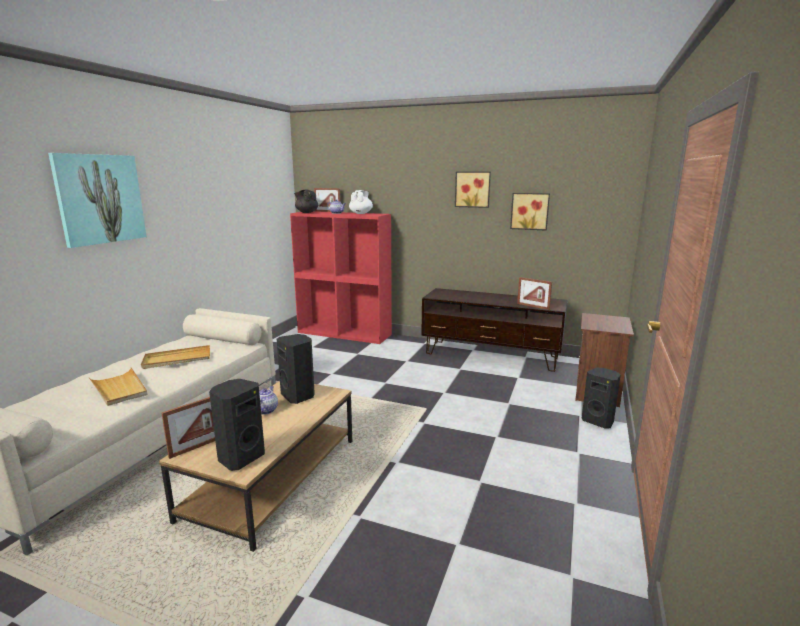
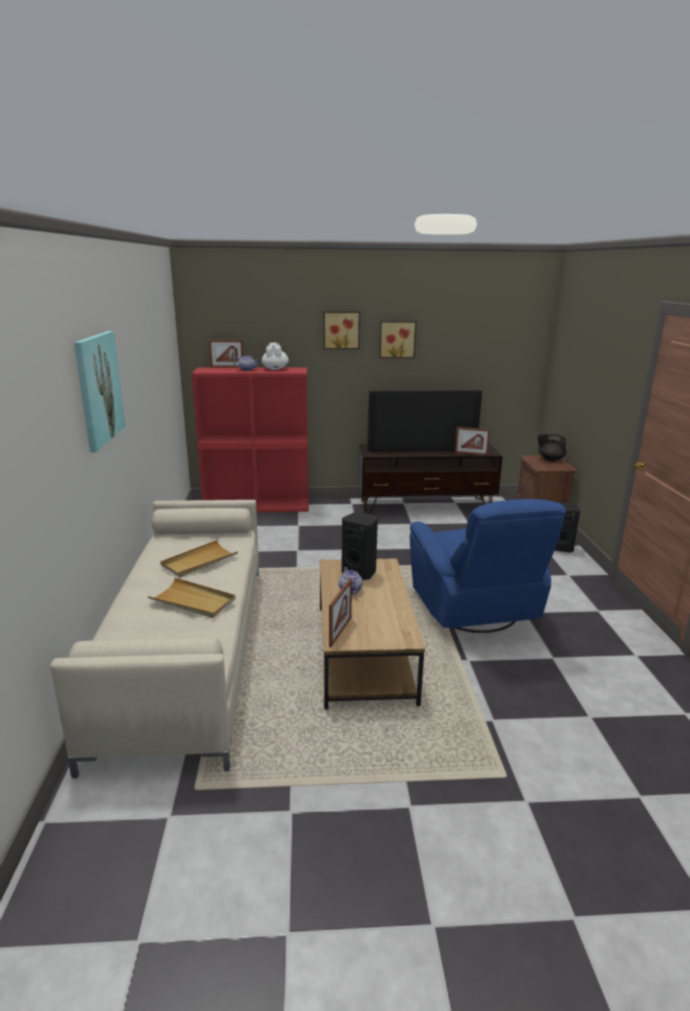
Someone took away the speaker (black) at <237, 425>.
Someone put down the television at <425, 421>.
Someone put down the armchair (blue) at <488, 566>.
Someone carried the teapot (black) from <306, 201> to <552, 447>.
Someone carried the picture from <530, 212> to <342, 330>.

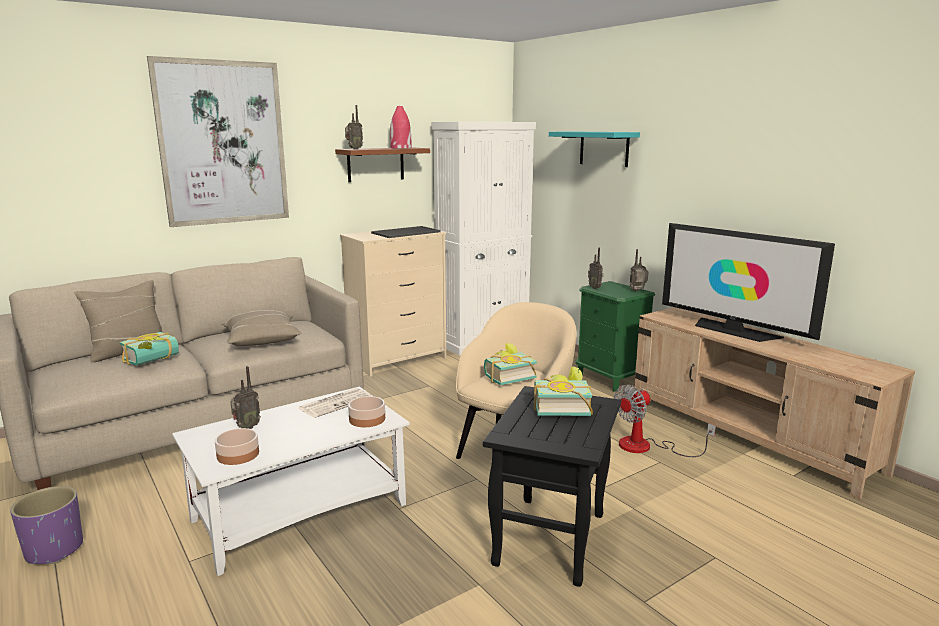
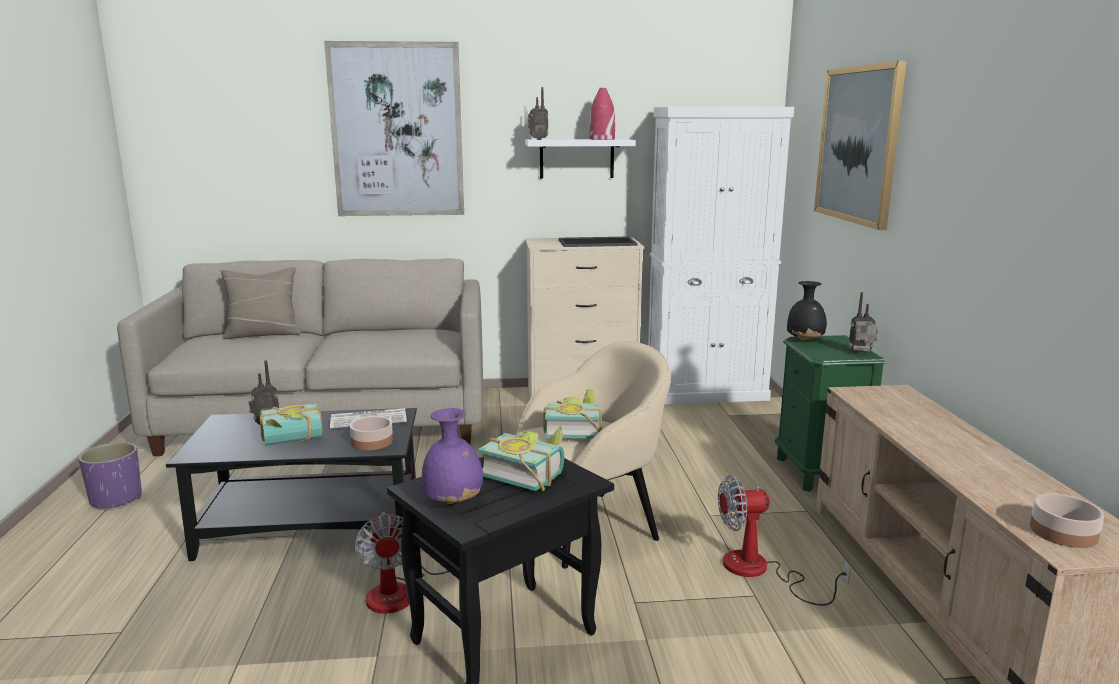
Someone took away the pillow (beige) at <262, 328>.
Someone took away the television at <748, 282>.
Someone put down the fan at <402, 563>.
Someone put down the vase (purple) at <452, 456>.
Someone carried the book from <149, 349> to <291, 424>.
Someone carried the bowl from <237, 446> to <1067, 521>.
Someone swapped the shelf (turquoise) at <594, 149> for the picture at <860, 145>.
Someone swapped the radio at <596, 268> for the vase (black) at <807, 311>.
Someone repainted the coffee table (white) at <291, 481>, which became the coffee table (black) at <291, 484>.
Someone repainted the shelf (brown) at <382, 164>, which became the shelf (white) at <580, 158>.

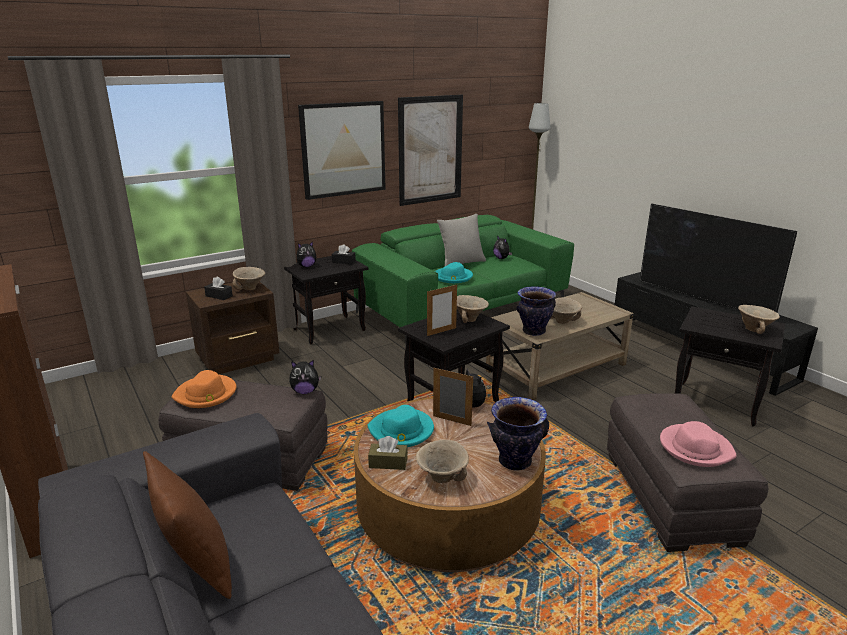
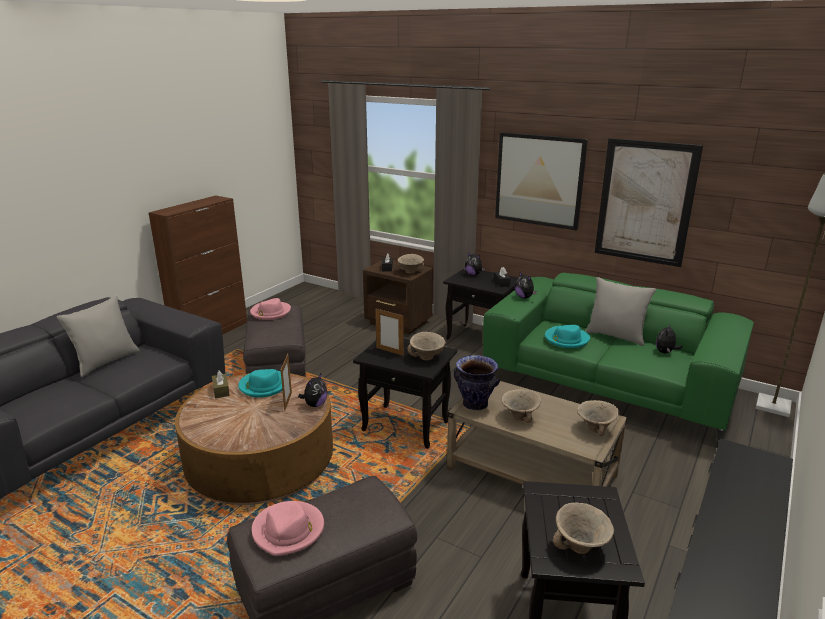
Someone took away the vase at <518, 434>.
Someone took away the television at <718, 258>.
Someone carried the plush toy from <305, 377> to <526, 285>.
Someone carried the bowl (beige) from <442, 461> to <598, 418>.
Someone repainted the pillow (brown) at <187, 525>, which became the pillow (grey) at <98, 336>.
Someone repainted the hat (orange) at <204, 389>, which became the hat (pink) at <270, 309>.

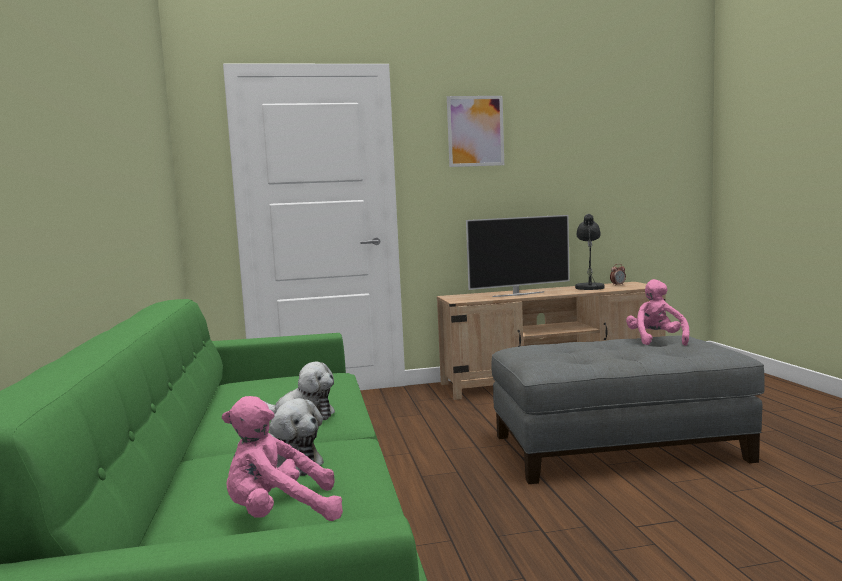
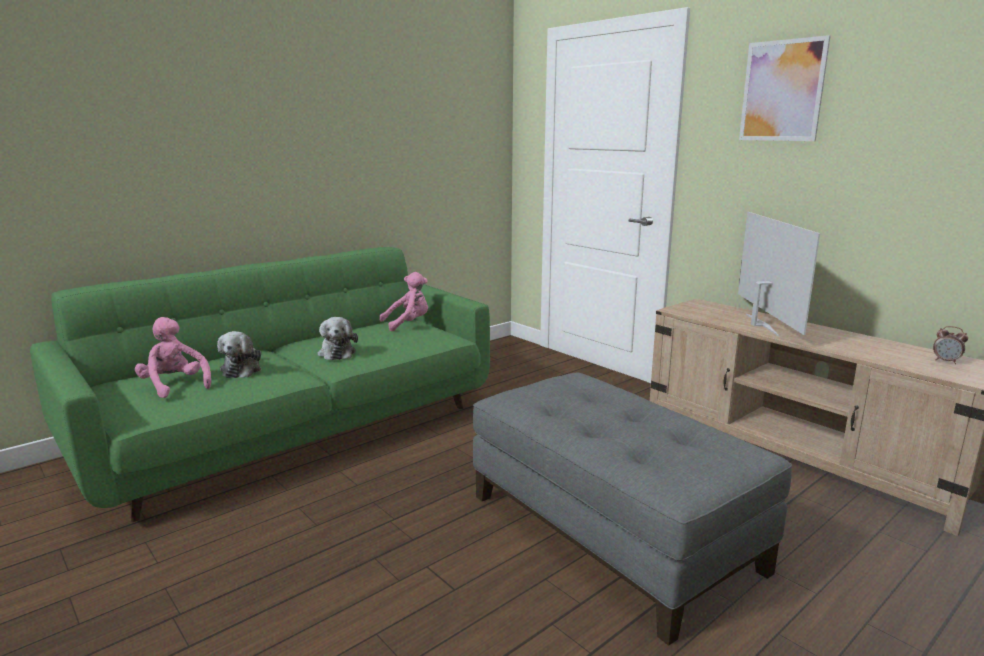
Someone took away the table lamp (grey) at <590, 252>.
Someone carried the plush toy (pink) from <657, 312> to <404, 301>.
Someone rotated the television at <518, 256> by 135 degrees counterclockwise.

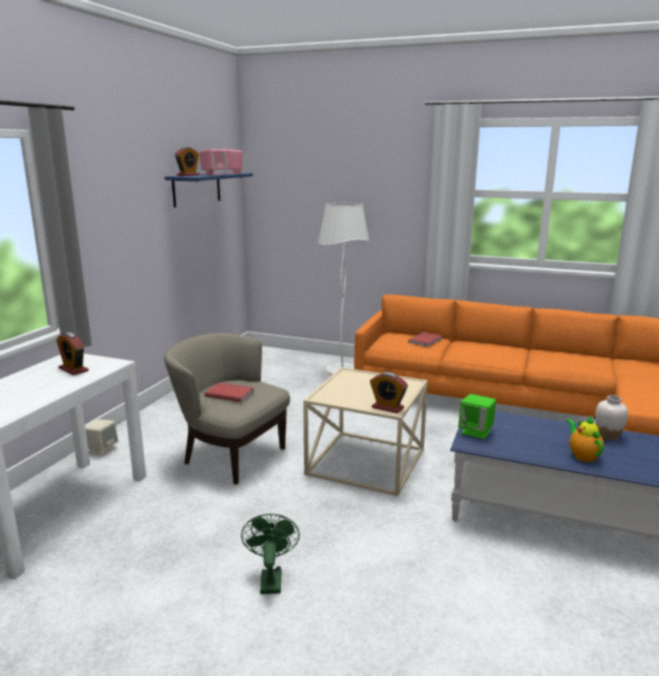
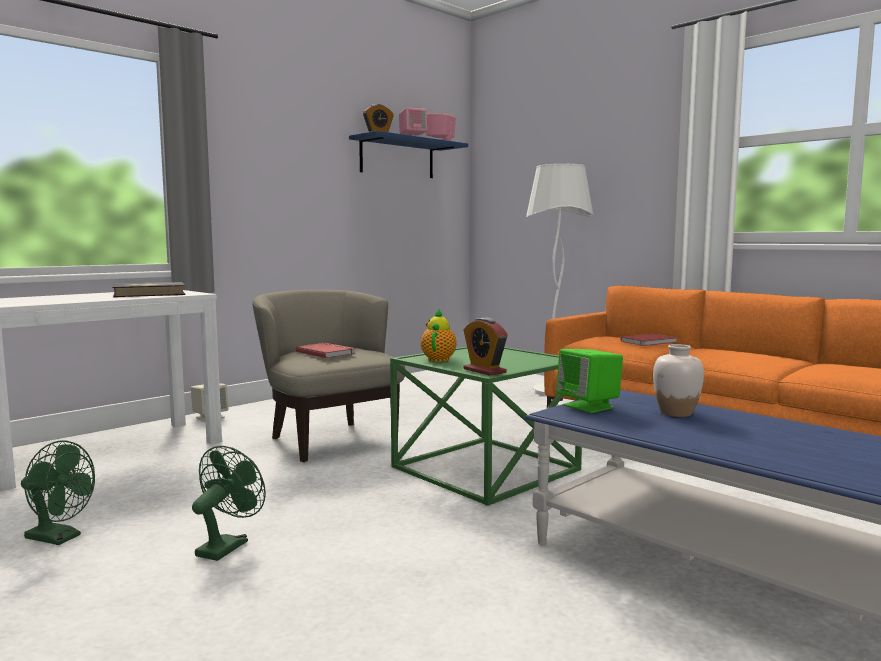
Someone put down the fan (green) at <58, 493>.
Someone carried the teapot from <585, 439> to <439, 335>.
Someone carried the vase (white) from <611, 417> to <678, 380>.
Someone swapped the alarm clock at <72, 353> for the book at <149, 289>.
Someone repainted the side table (beige) at <365, 431>, which became the side table (green) at <486, 426>.

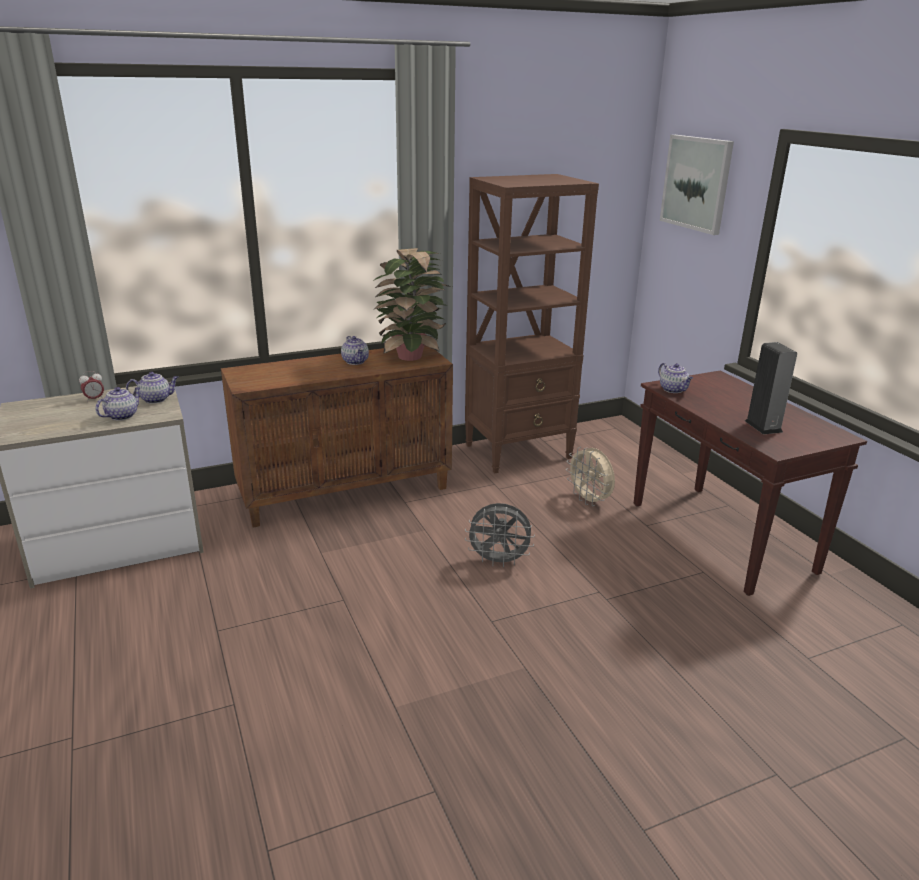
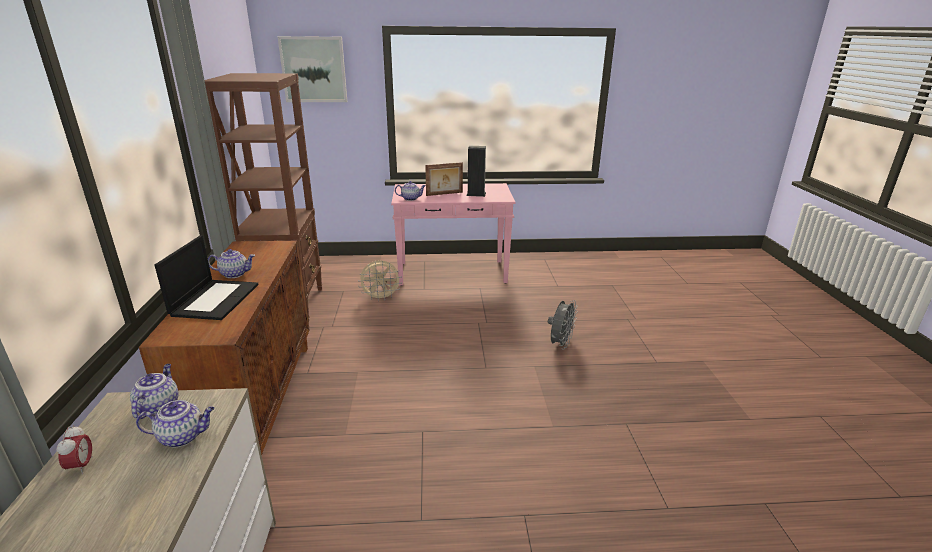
Someone took away the potted plant at <412, 304>.
Someone put down the laptop at <206, 278>.
Someone put down the picture frame at <444, 179>.
Someone carried the fan (grey) from <500, 535> to <563, 325>.
Someone repainted the console table (brown) at <750, 483>, which became the console table (pink) at <453, 234>.
Someone rotated the teapot at <118, 404> by 120 degrees clockwise.

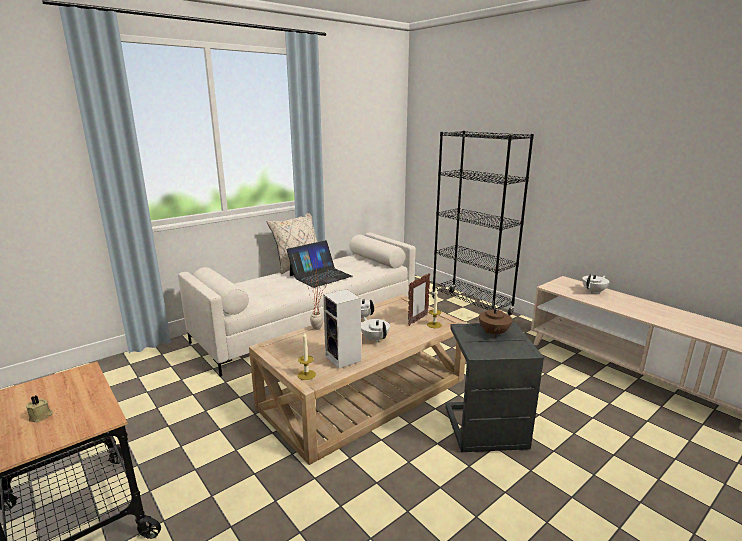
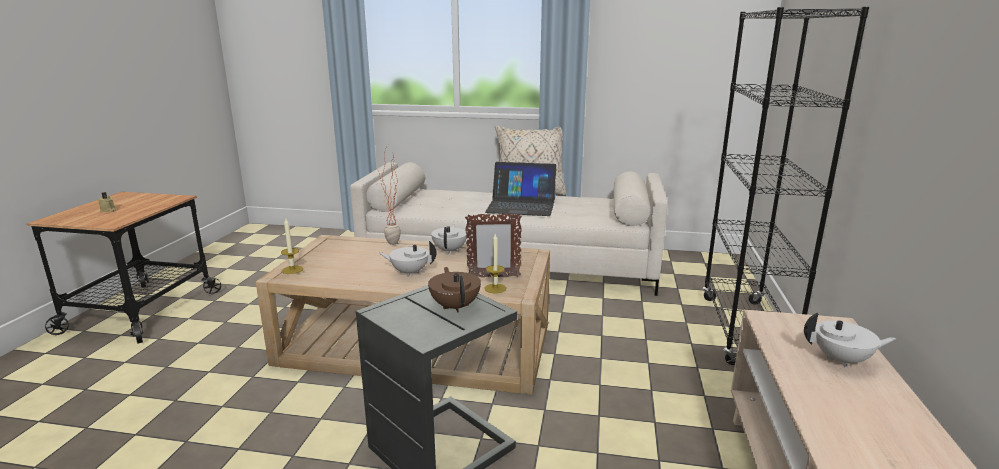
Someone took away the speaker at <342, 329>.
Someone rotated the teapot (white) at <375, 329> by 105 degrees counterclockwise.
Someone rotated the teapot (brown) at <496, 318> by 105 degrees clockwise.

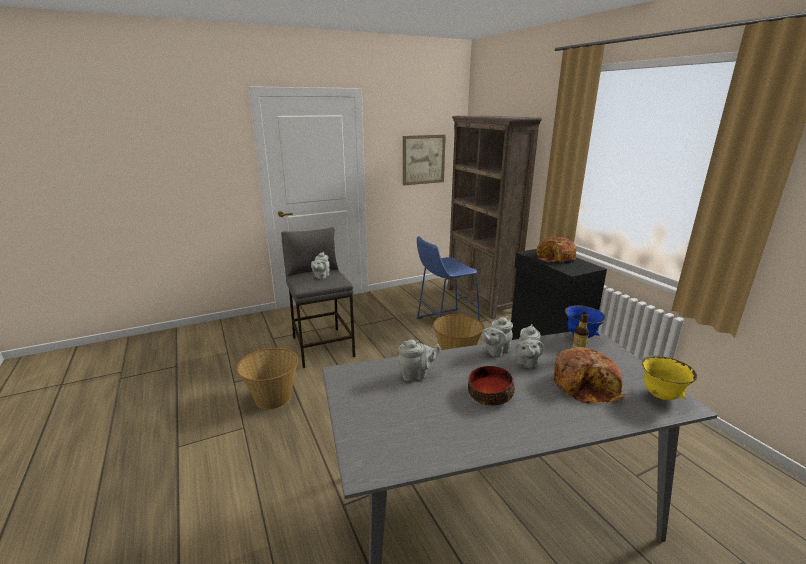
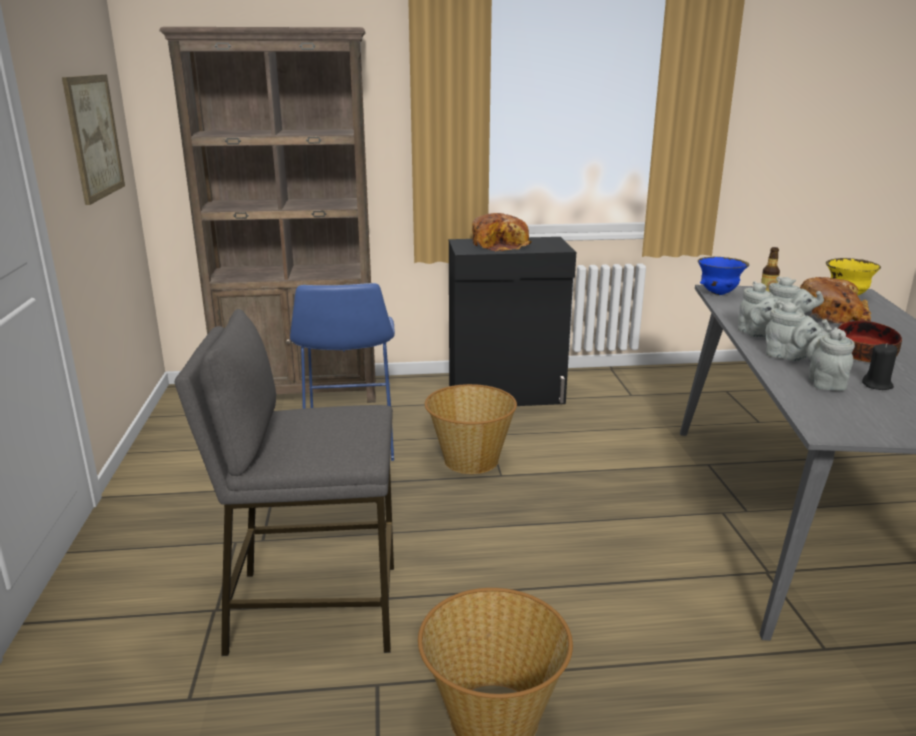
Someone put down the candle (black) at <879, 366>.
Someone carried the teapot (grey) from <320, 265> to <798, 331>.

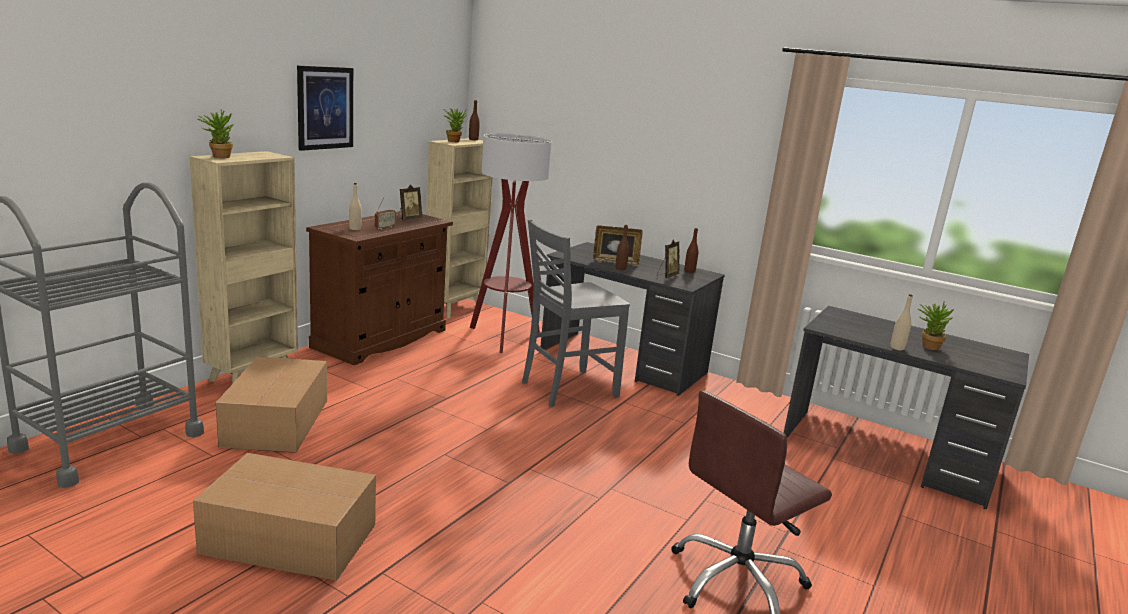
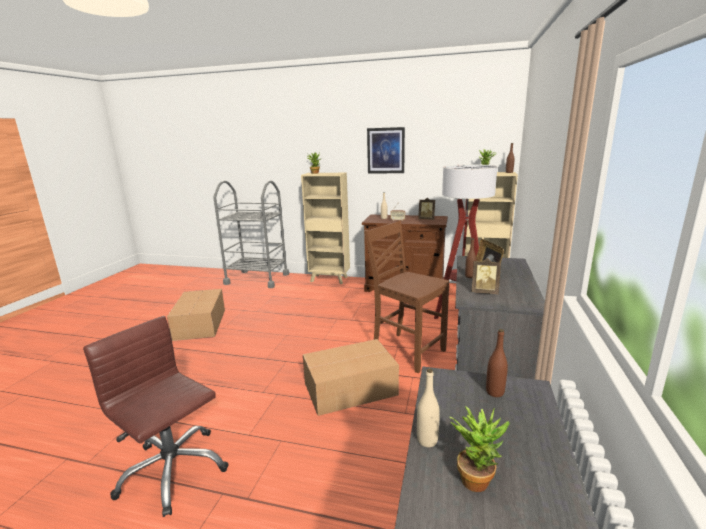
Someone carried the cardboard box from <271, 404> to <351, 377>.
Someone carried the bottle (brown) from <691, 250> to <497, 363>.
Someone repainted the chair (grey) at <576, 313>, which became the chair (brown) at <406, 296>.

